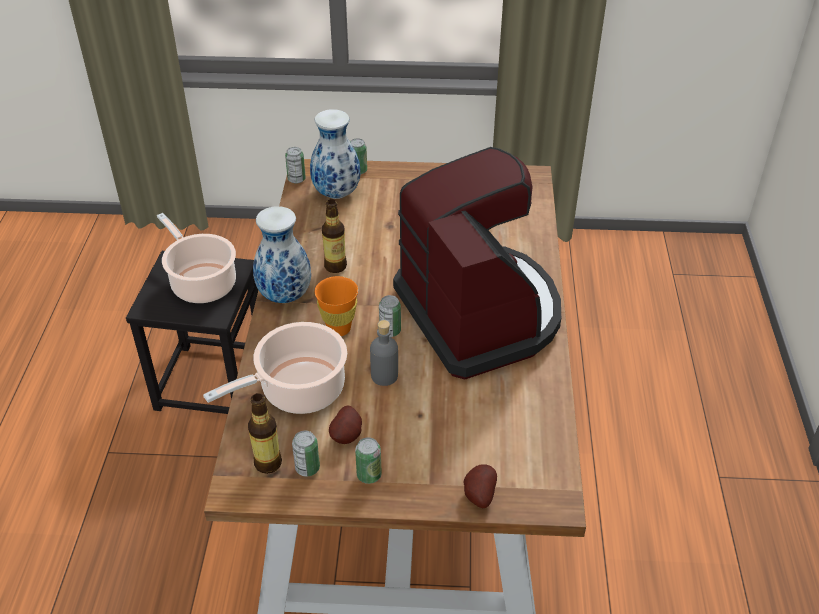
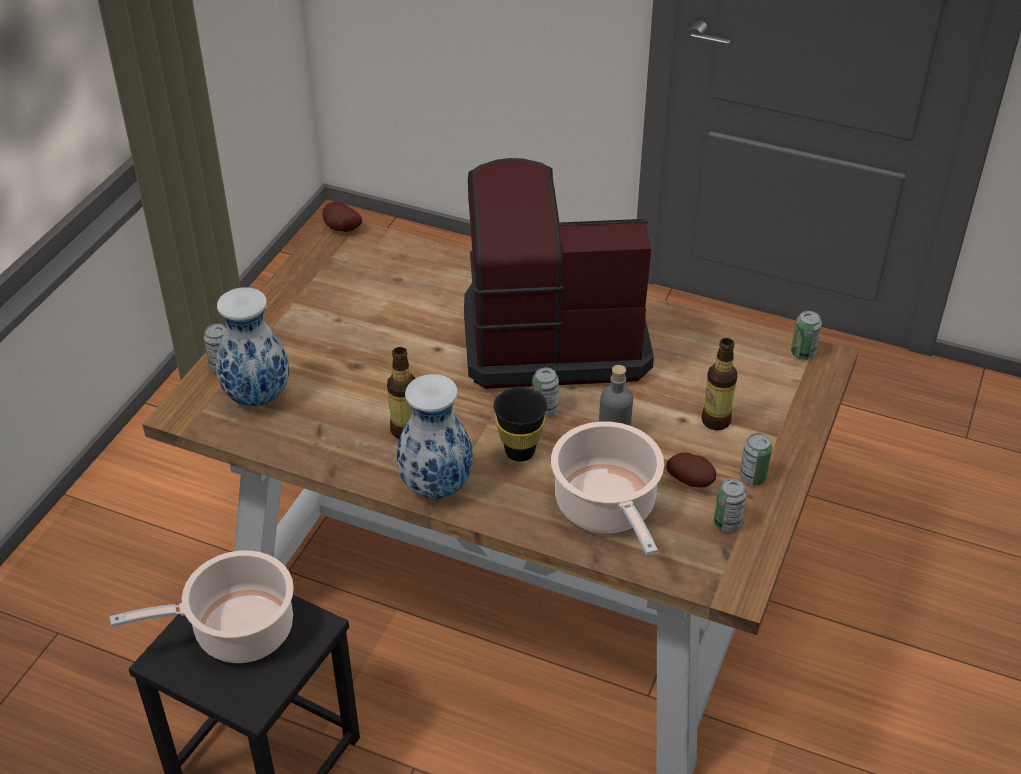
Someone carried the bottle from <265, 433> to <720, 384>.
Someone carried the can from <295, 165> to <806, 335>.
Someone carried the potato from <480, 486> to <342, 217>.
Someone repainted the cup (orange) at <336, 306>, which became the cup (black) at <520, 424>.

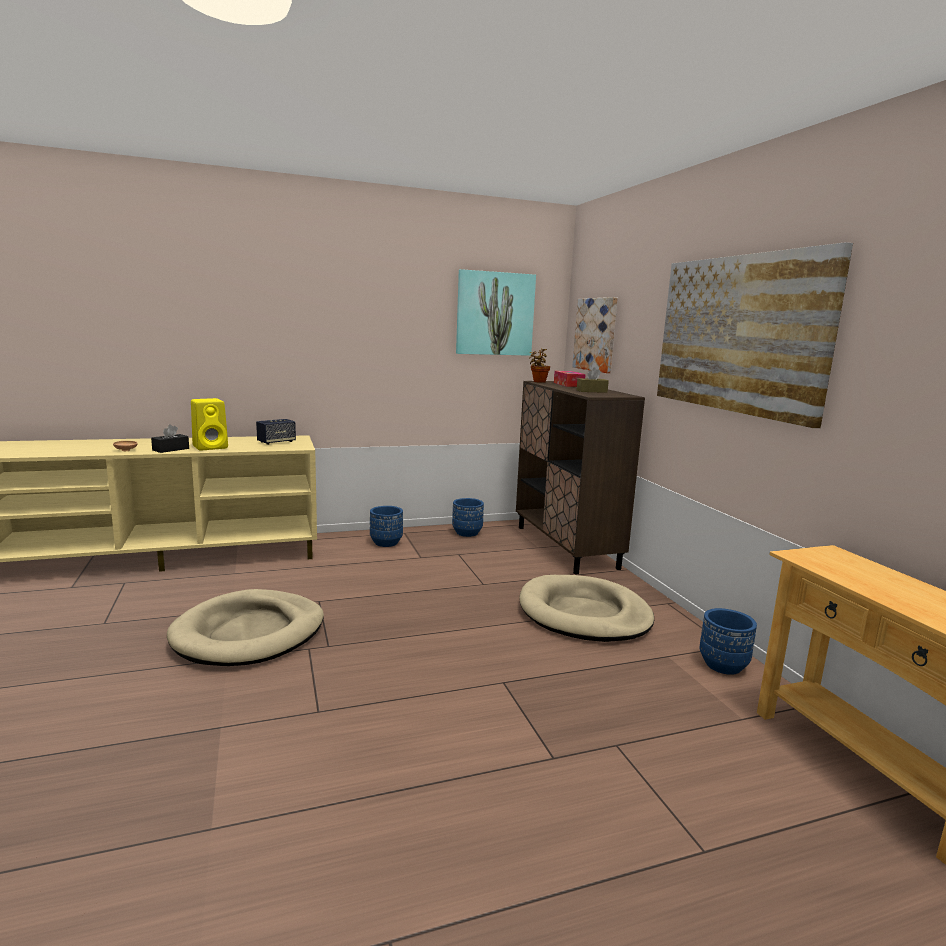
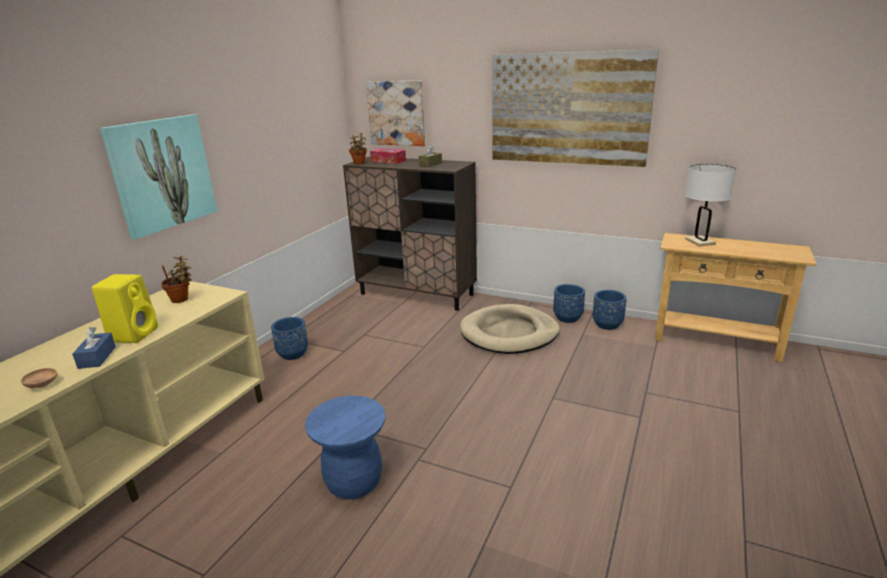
Someone put down the table lamp (white) at <710, 205>.
Someone carried the planter (blue) from <468, 517> to <569, 303>.
Someone carried the picture from <496, 312> to <158, 176>.
Someone swapped the dog bed (beige) at <245, 627> for the stool (blue) at <345, 447>.
Someone swapped the speaker at <276, 432> for the potted plant at <176, 279>.
Someone repainted the tissue box (black) at <170, 438>, which became the tissue box (blue) at <94, 348>.

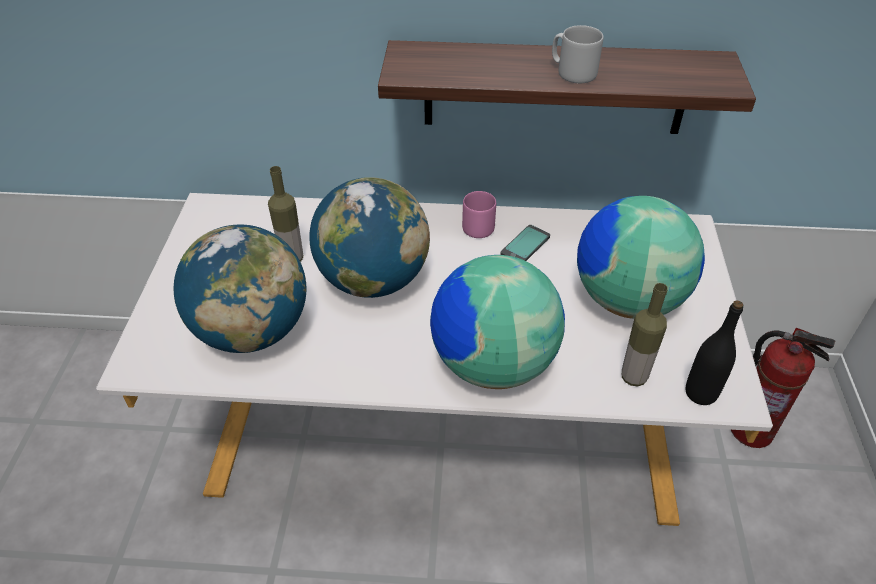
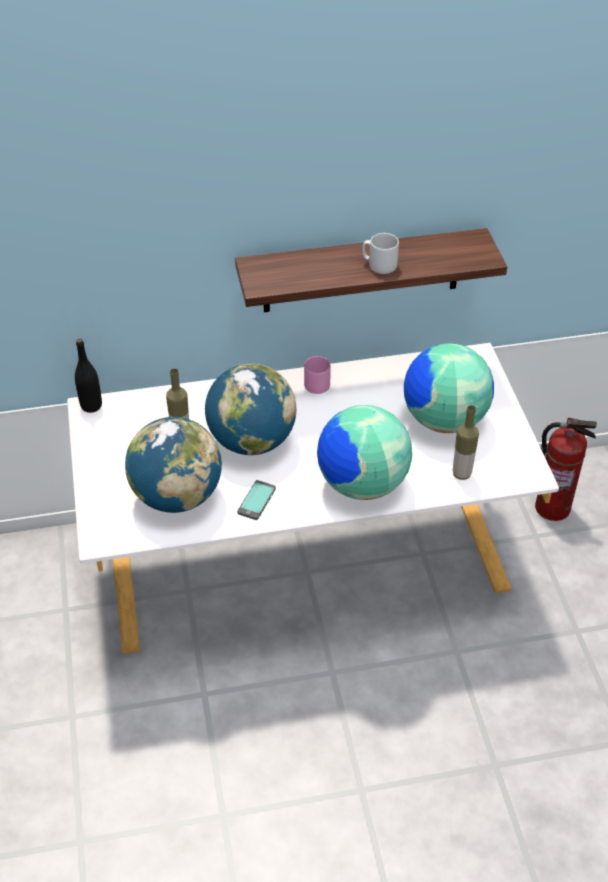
Someone carried the phone from <525, 243> to <256, 500>.
Someone carried the bottle (black) from <714, 352> to <88, 375>.

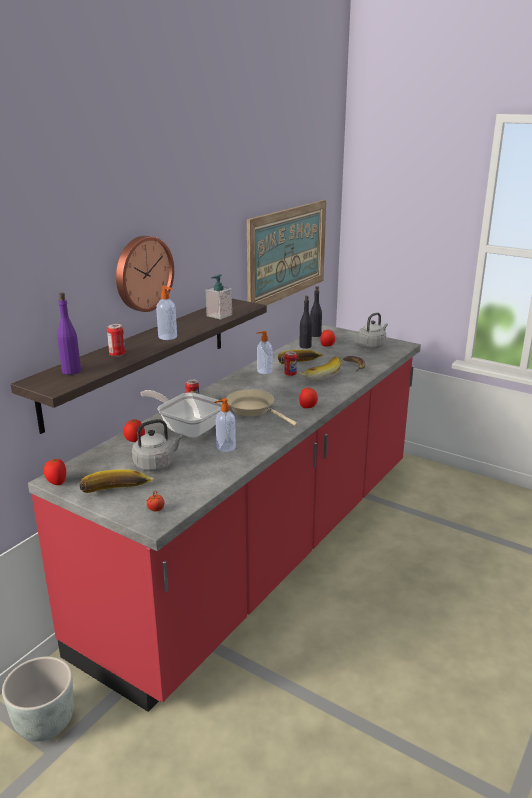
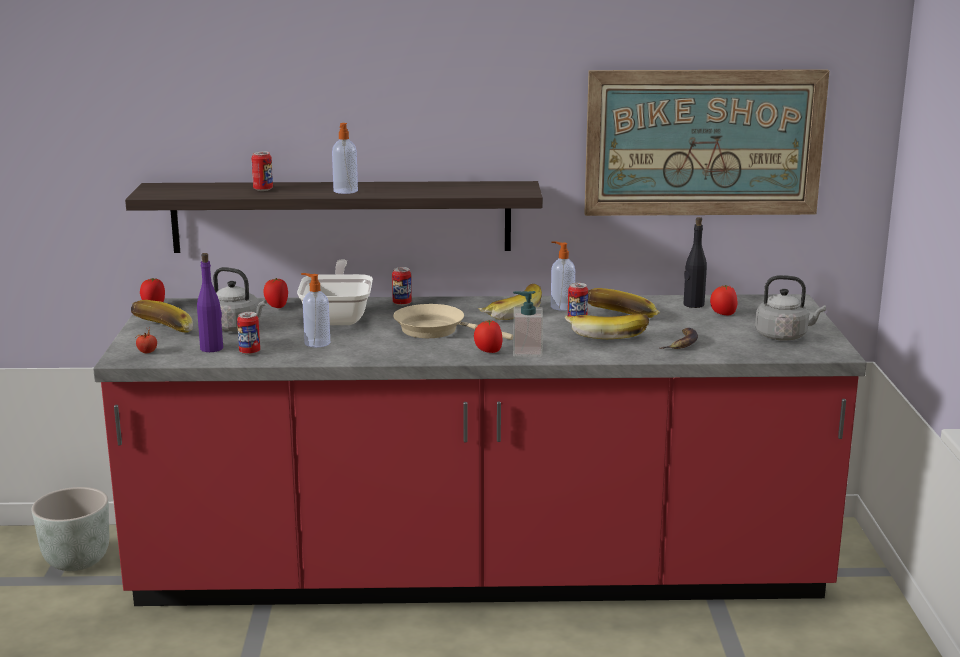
Someone took away the wall clock at <145, 274>.
Someone took away the bottle (black) at <316, 311>.
Someone put down the can at <248, 333>.
Someone put down the banana at <510, 302>.
Someone carried the bottle (purple) from <69, 334> to <210, 302>.
Someone carried the soap dispenser from <219, 297> to <528, 324>.
Someone rotated the frying pan (beige) at <262, 407> by 75 degrees counterclockwise.

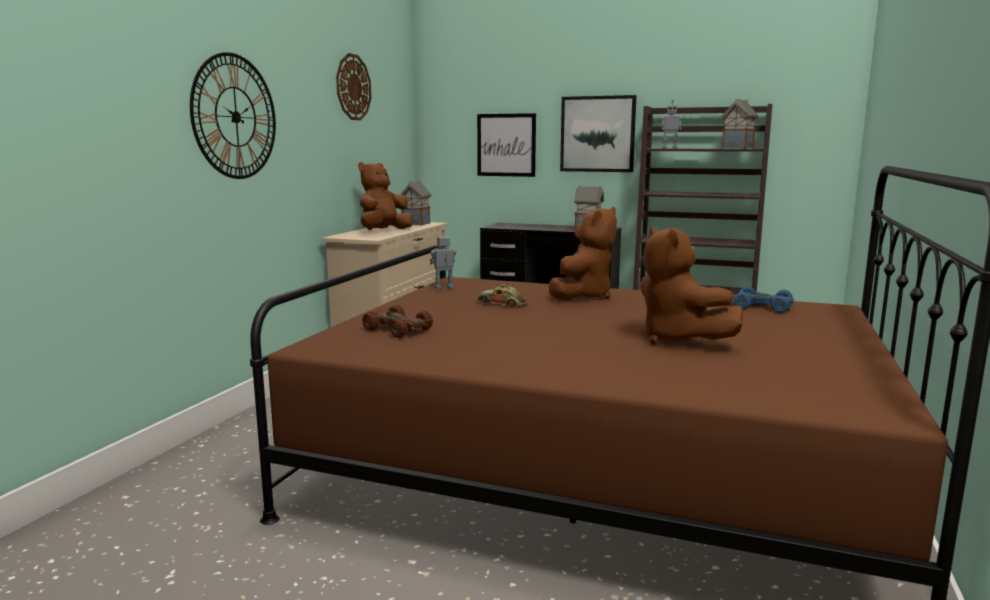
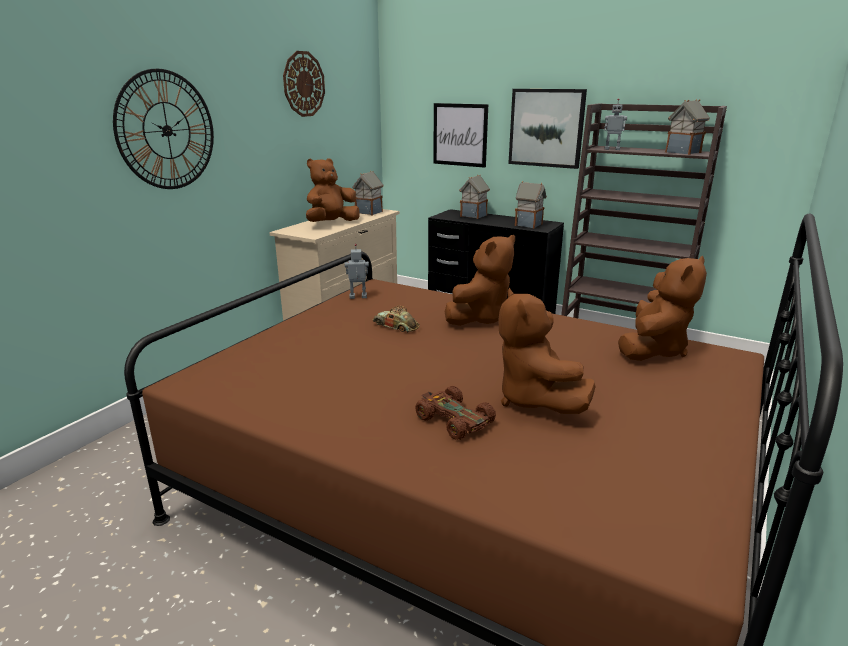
Someone put down the toy house at <474, 197>.
Someone carried the toy car (brown) from <397, 321> to <455, 413>.
Someone swapped the toy car (blue) at <763, 299> for the plush toy (brown) at <662, 308>.

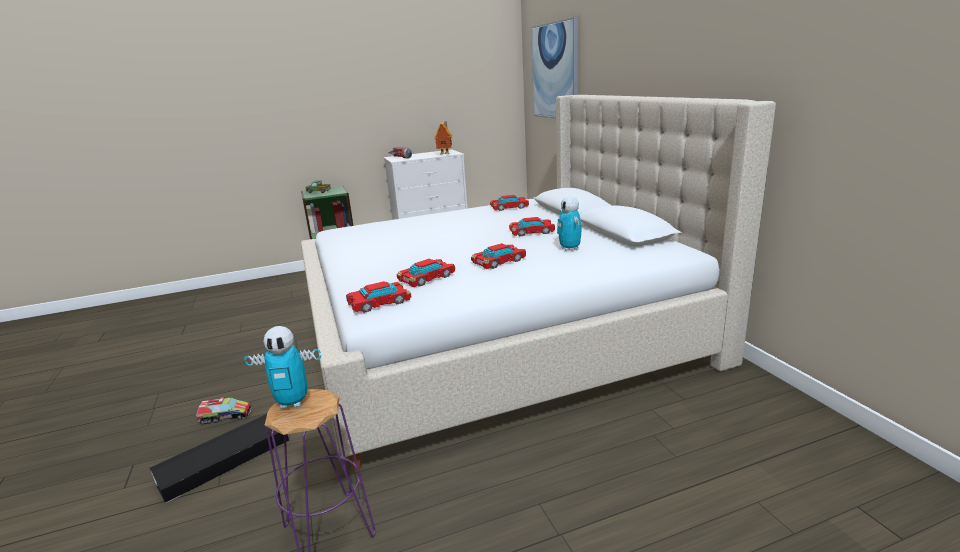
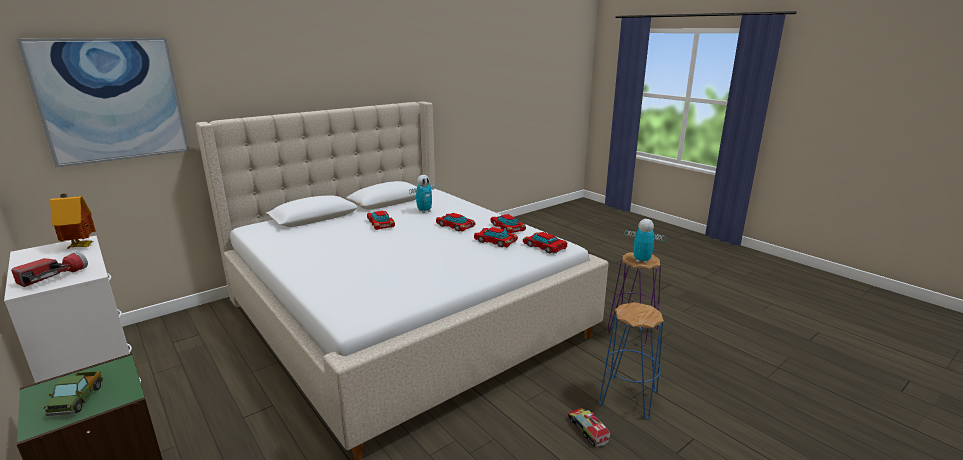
Someone carried the toy car from <509, 203> to <508, 223>.
Someone swapped the storage box (black) at <219, 458> for the stool (blue) at <631, 360>.
Someone rotated the toy robot at <282, 367> by 45 degrees counterclockwise.

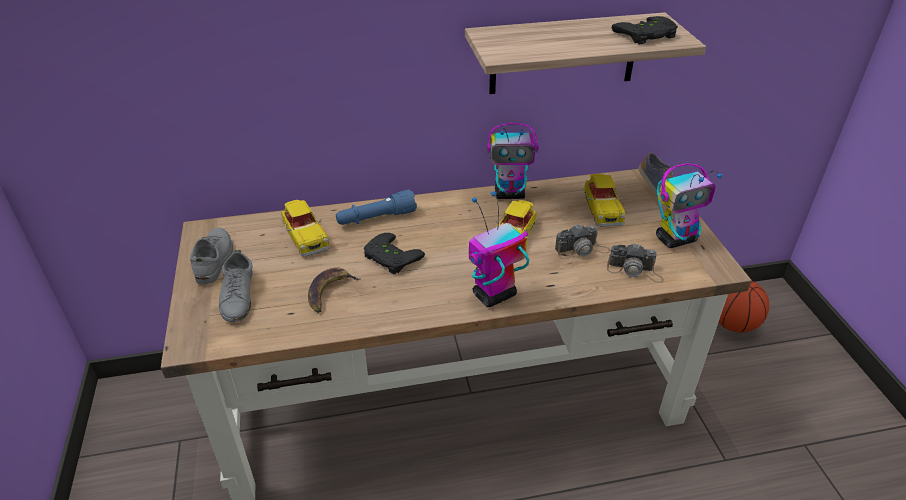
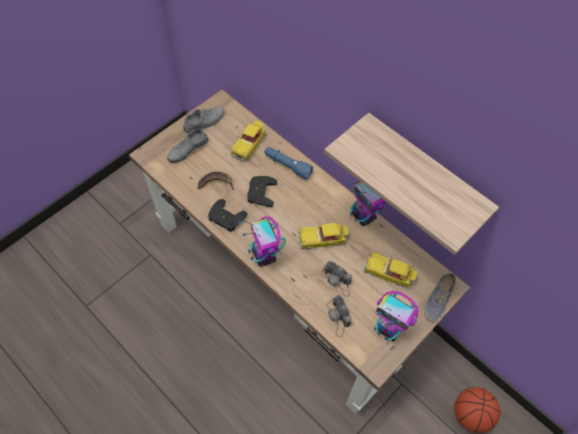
Someone carried the game controller (black) from <645, 30> to <227, 215>.
Someone rotated the toy robot at <499, 249> by 135 degrees counterclockwise.
Someone rotated the toy car at <604, 200> by 60 degrees clockwise.

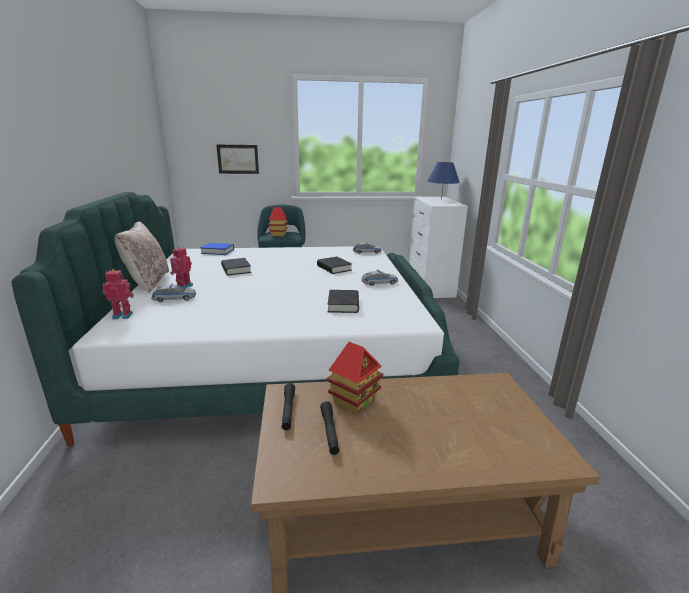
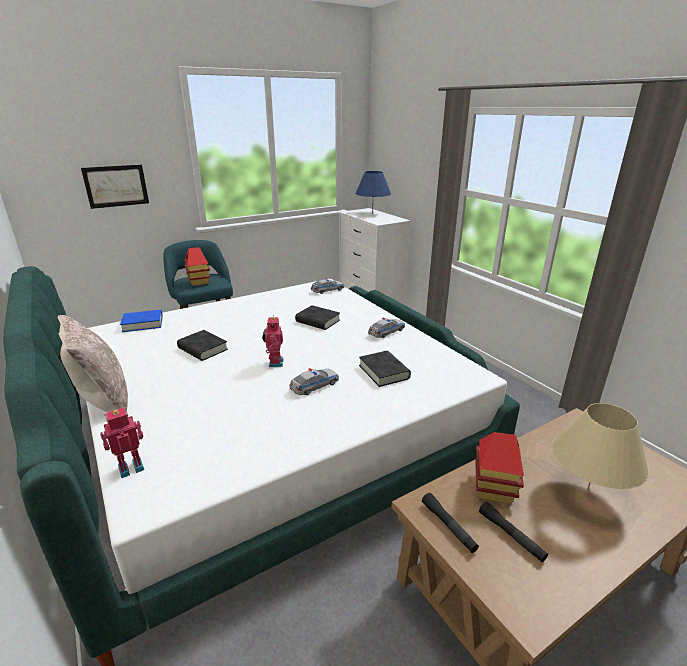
Someone put down the table lamp (beige) at <600, 447>.
Someone carried the toy car from <174, 293> to <314, 381>.
Someone carried the toy robot from <181, 267> to <273, 341>.

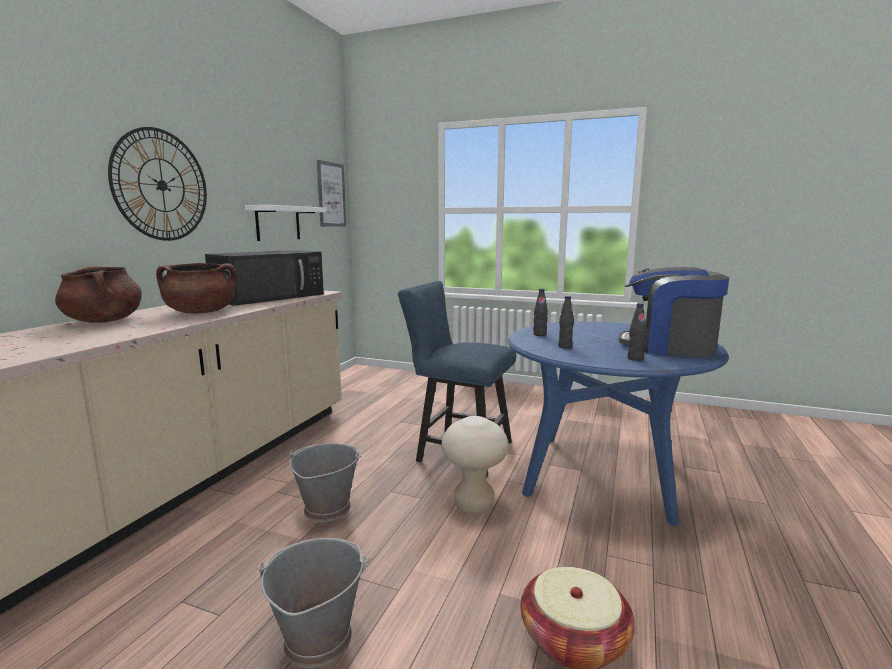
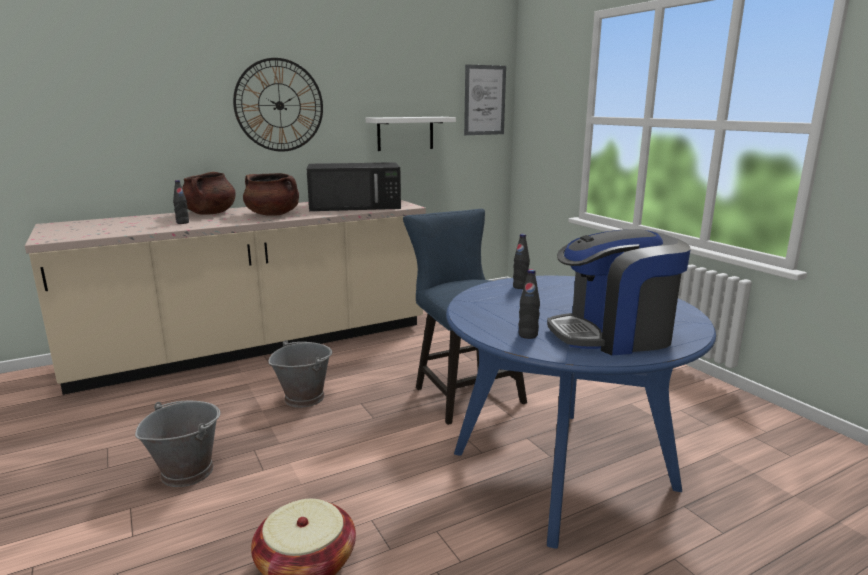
Someone took away the stool (beige) at <475, 465>.
Someone carried the bottle (black) from <566, 322> to <181, 202>.
Someone rotated the coffee machine at <673, 312> by 75 degrees counterclockwise.

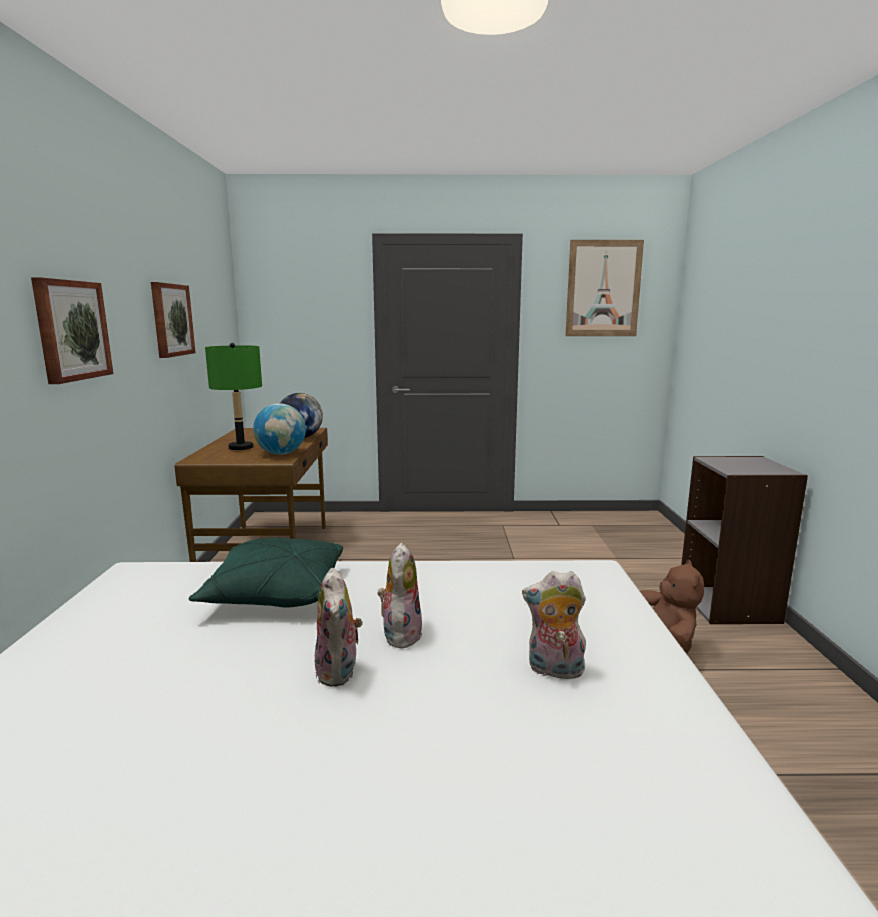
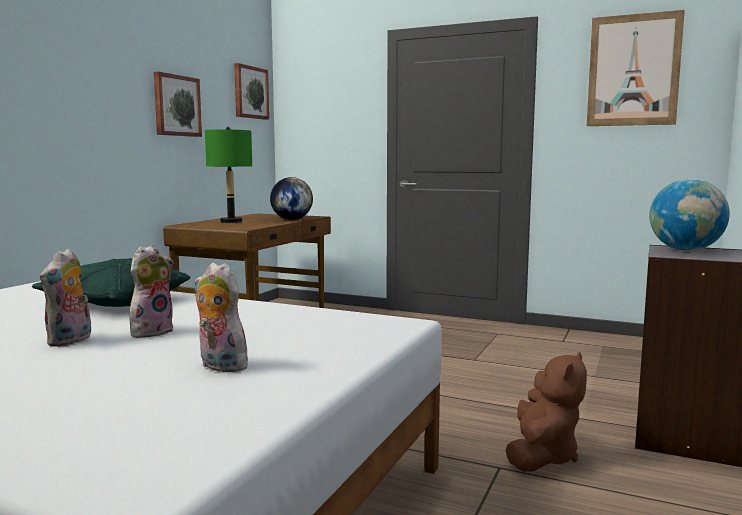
Someone carried the picture from <72, 330> to <251, 91>.
Someone carried the globe from <279, 429> to <689, 215>.

